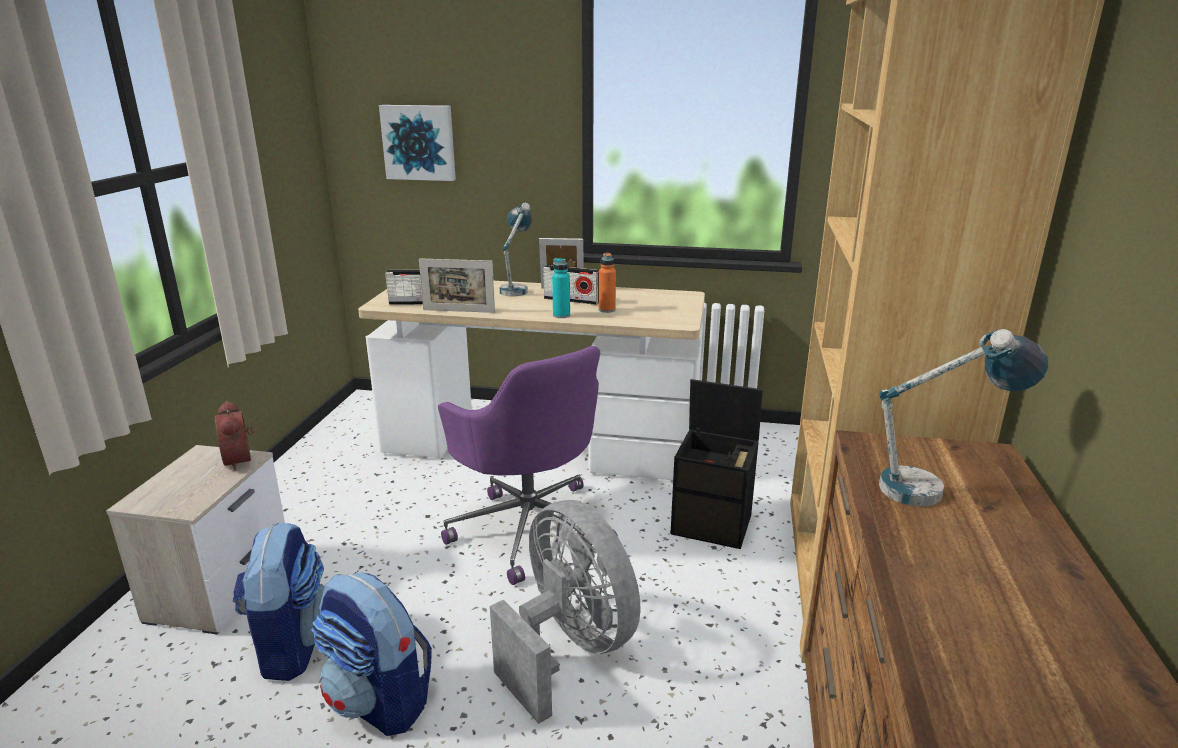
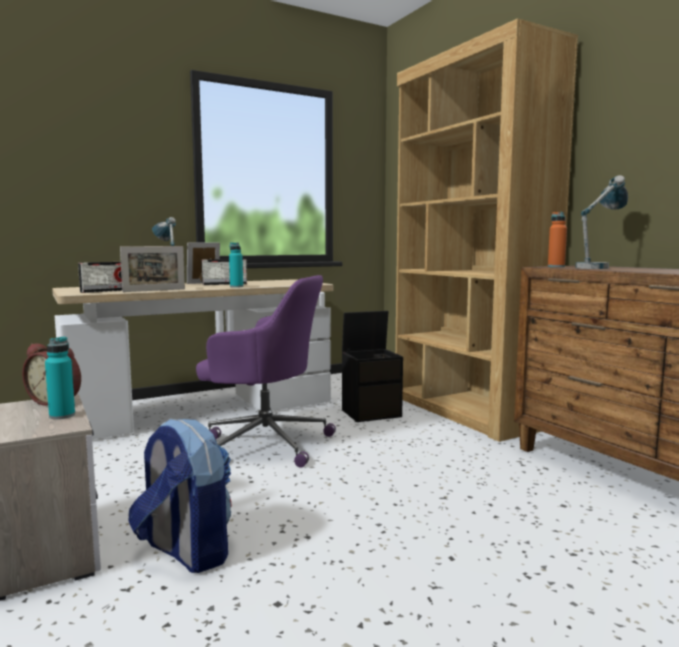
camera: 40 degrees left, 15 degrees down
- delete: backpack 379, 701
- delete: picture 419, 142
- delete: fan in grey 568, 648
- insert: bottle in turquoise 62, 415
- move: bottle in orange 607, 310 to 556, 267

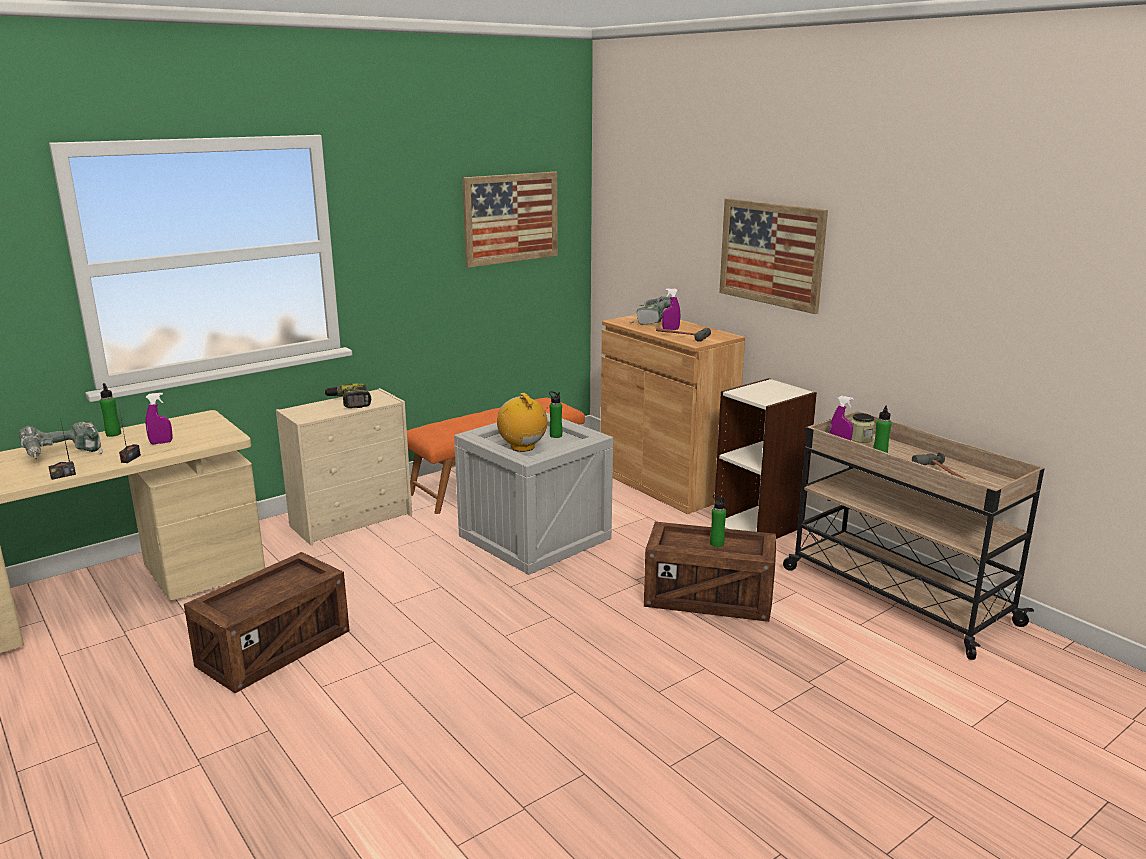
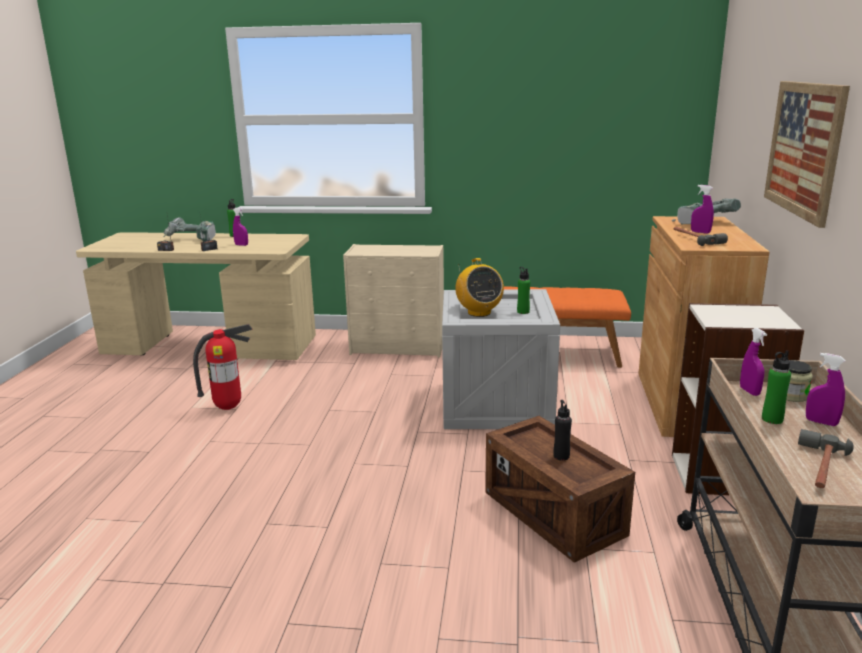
camera: 45 degrees right, 0 degrees up
- delete: power drill 349, 402
- delete: picture 511, 218
- insert: spray bottle in purple 821, 422
- replace: crate 274, 649 to fire extinguisher 228, 407
- recolor: bottle in green 716, 543 to bottle in black 561, 456
- rotate: radio 523, 447 = 479, 312 150 degrees clockwise

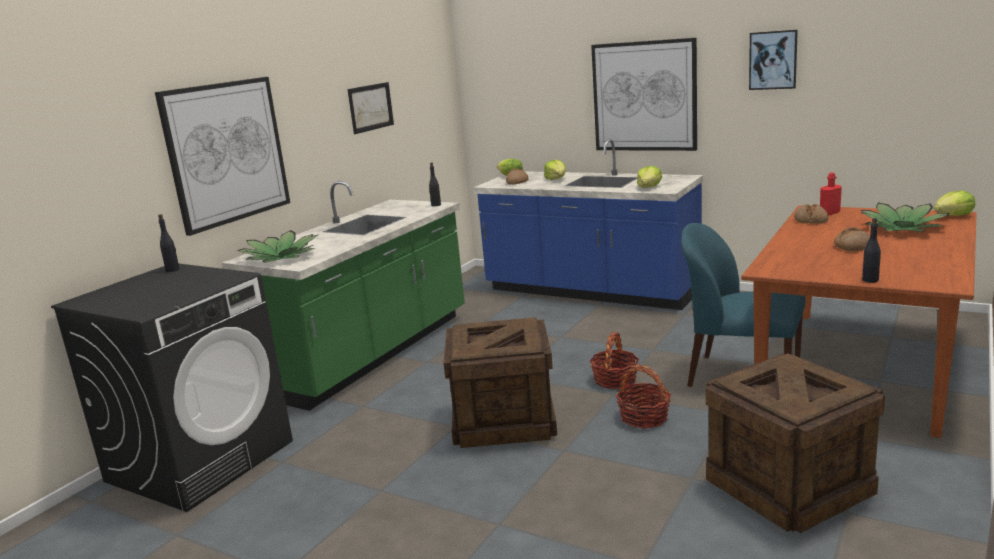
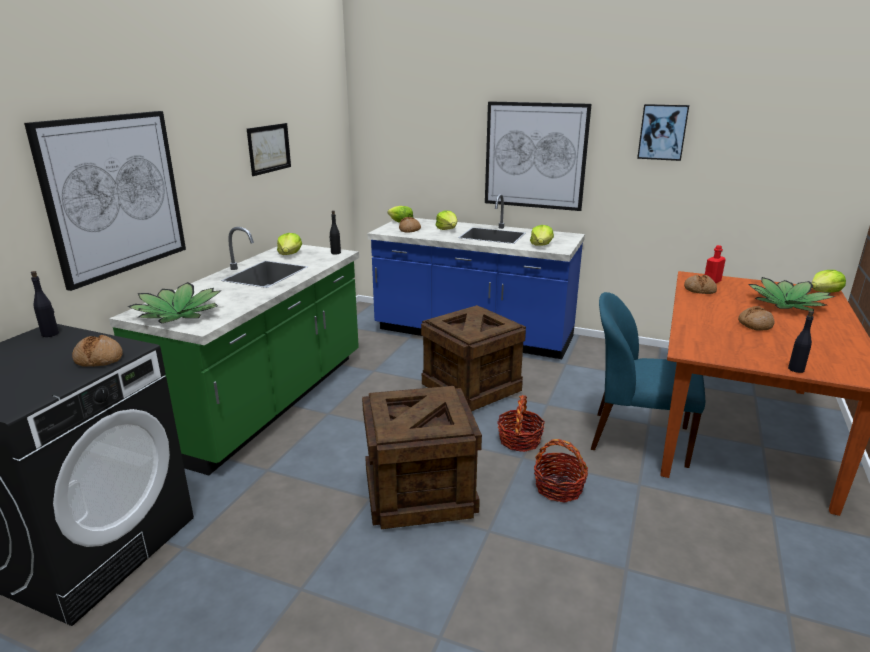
camera: 10 degrees left, 5 degrees up
- insert: bread 99, 359
- insert: lettuce 289, 254
- move: crate 787, 486 to 471, 387

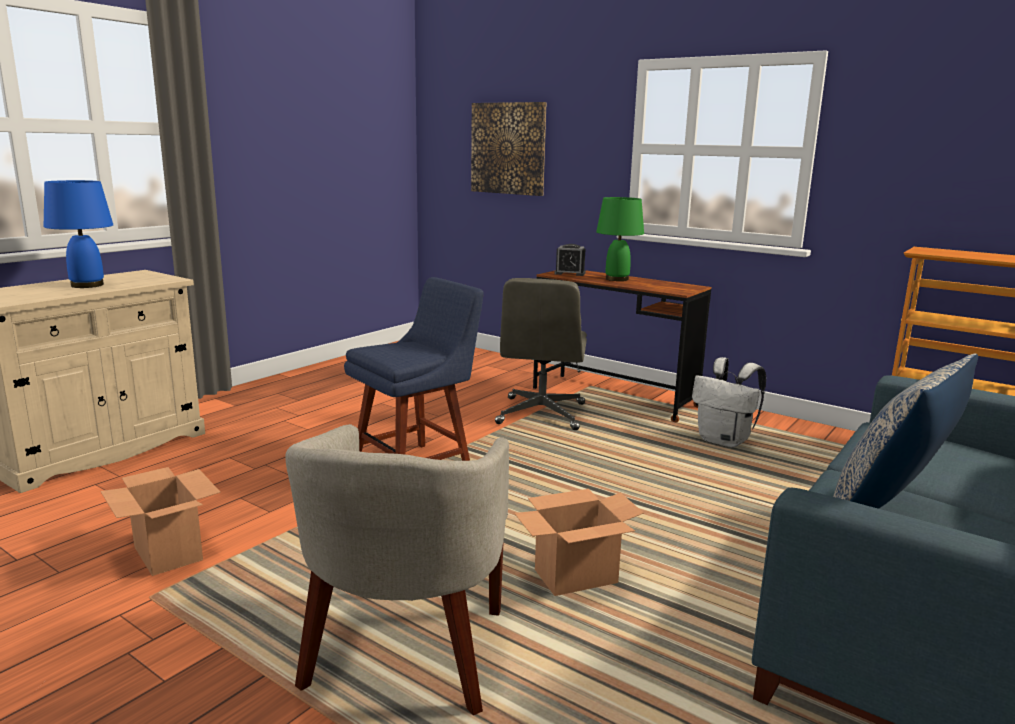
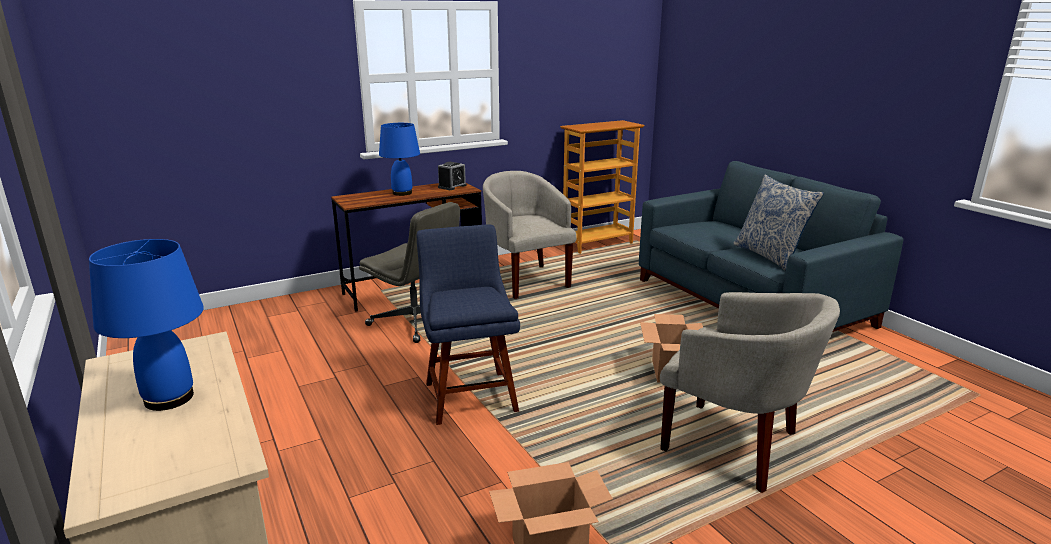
camera: 65 degrees left, 5 degrees up
- delete: picture 508, 148
- move: alarm clock 570, 273 to 452, 186
- replace: backpack in white 725, 441 to armchair in beige 525, 281
- recolor: table lamp in green 616, 279 to table lamp in blue 402, 193

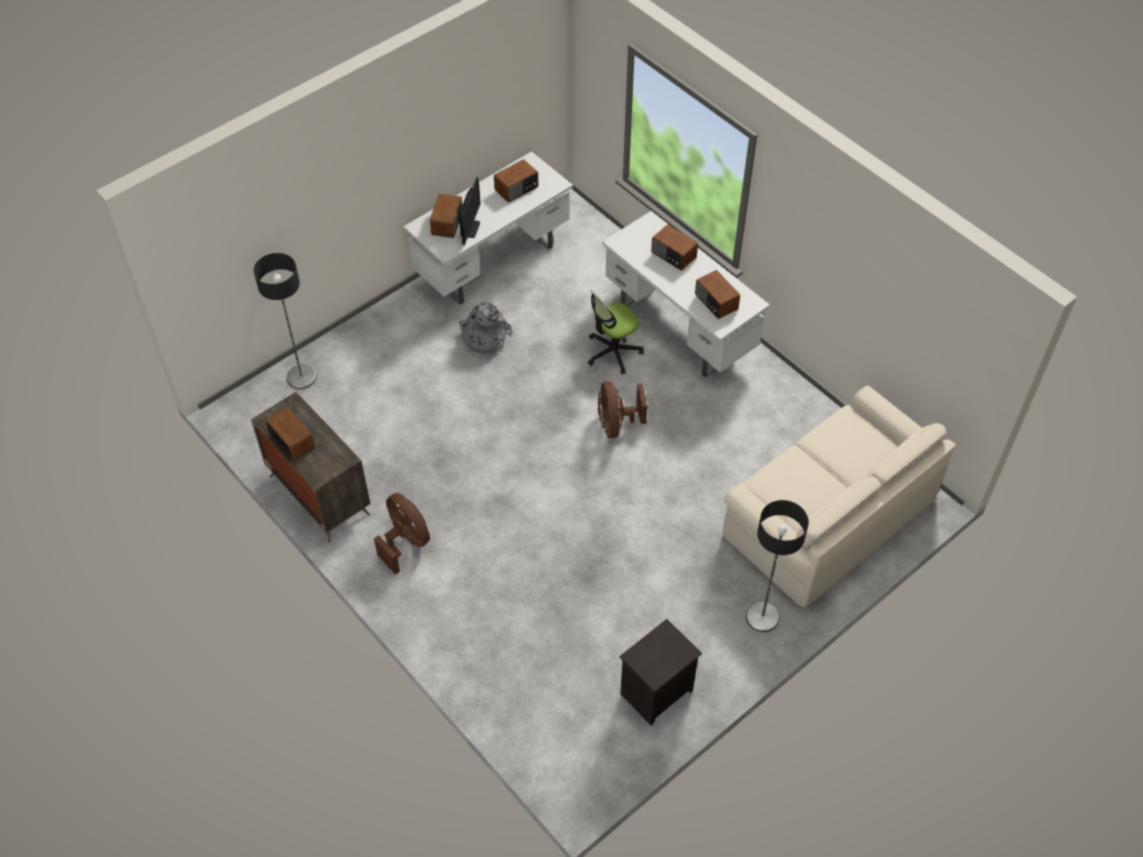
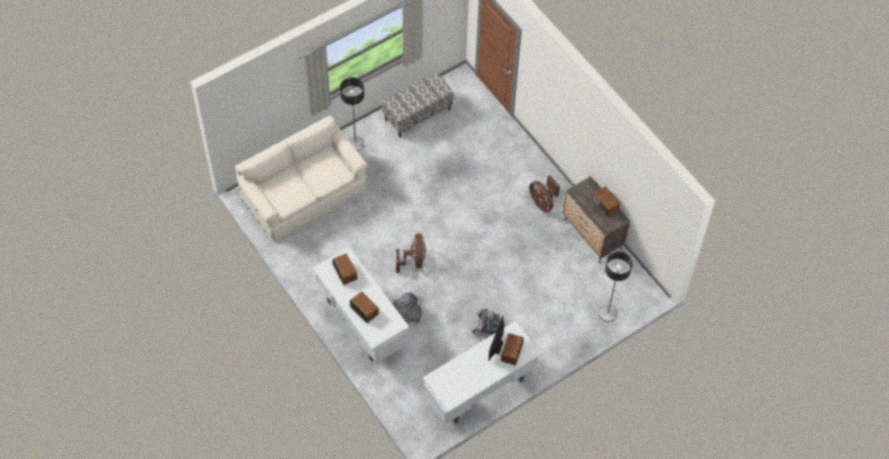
camera: 175 degrees left, 5 degrees up
- delete: radio 517, 189
- replace: office chair 613, 352 to backpack in grey 408, 310
- replace: nightstand in black 656, 694 to bench 417, 114

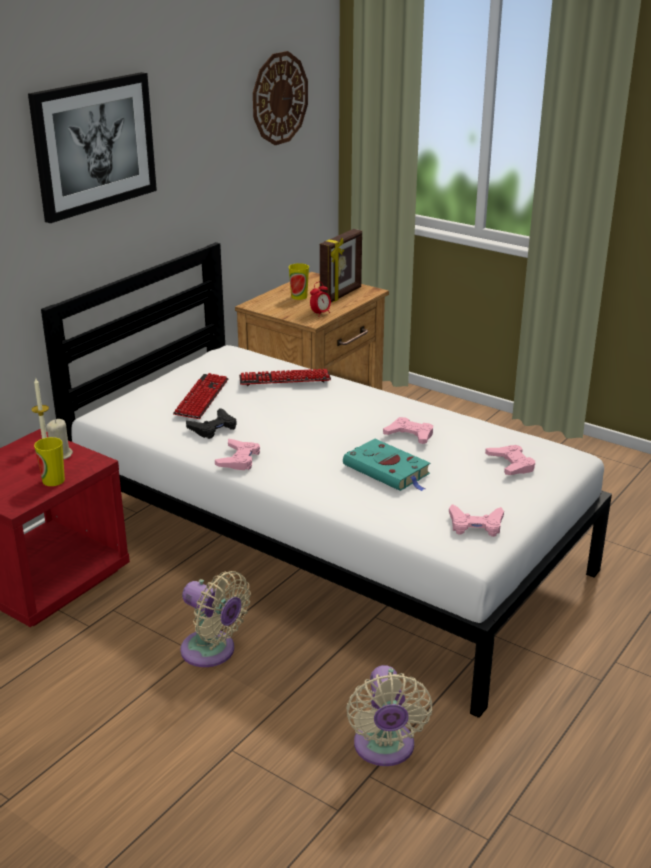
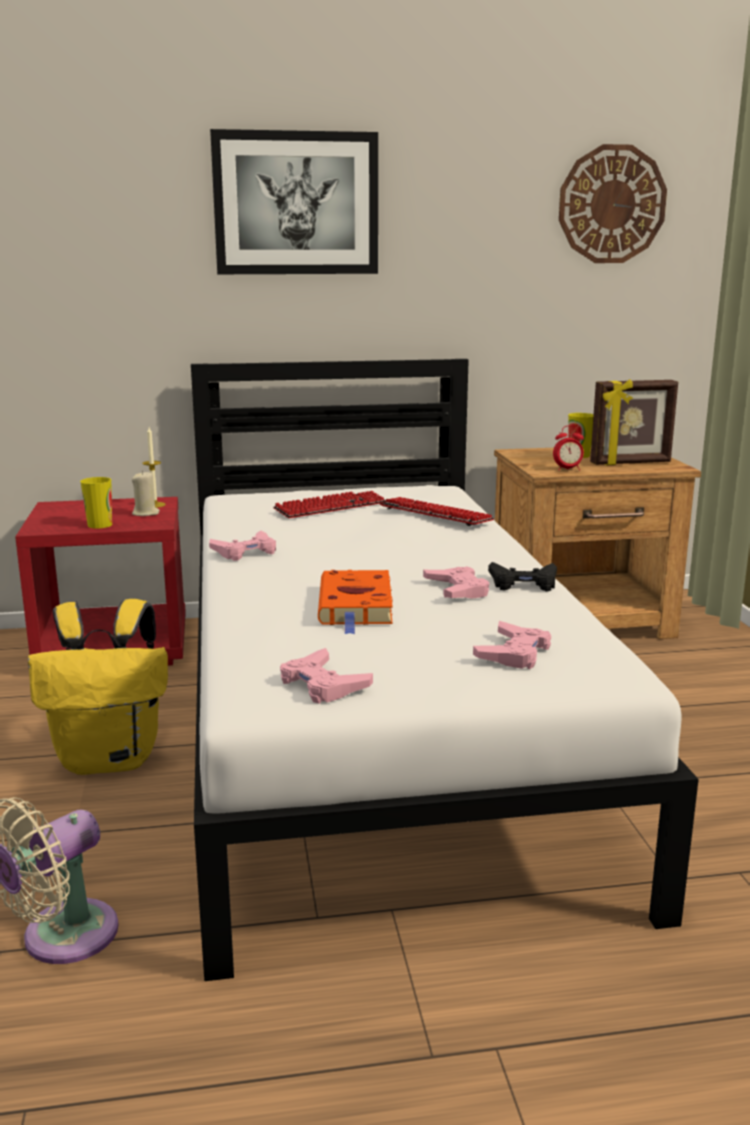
camera: 45 degrees right, 10 degrees down
- move: game controller in black 213, 428 to 523, 583
- replace: fan in beige 212, 652 to backpack in yellow 111, 759
- recolor: book in turquoise 388, 470 to book in orange 356, 606

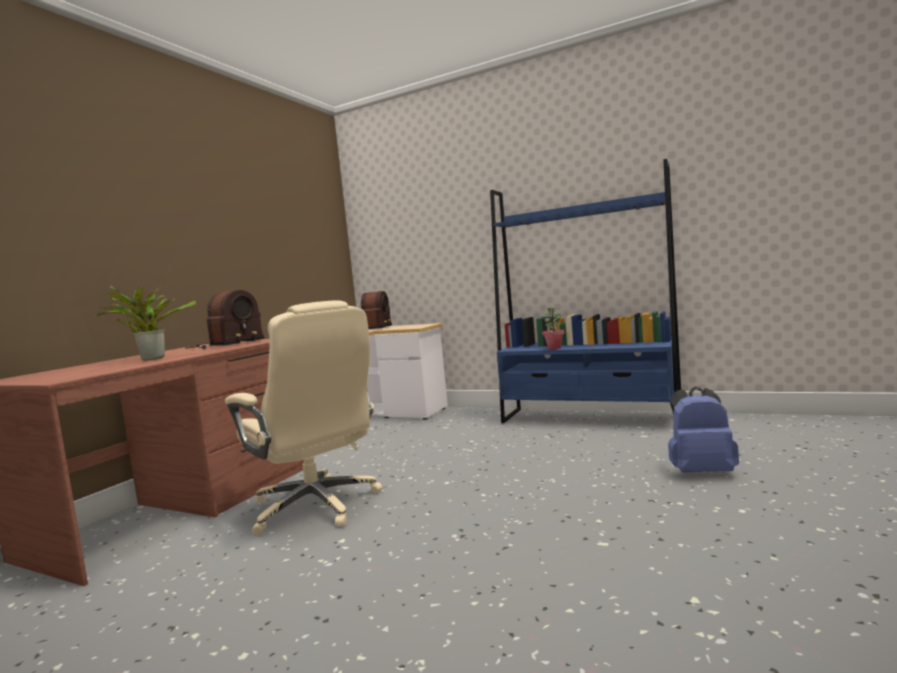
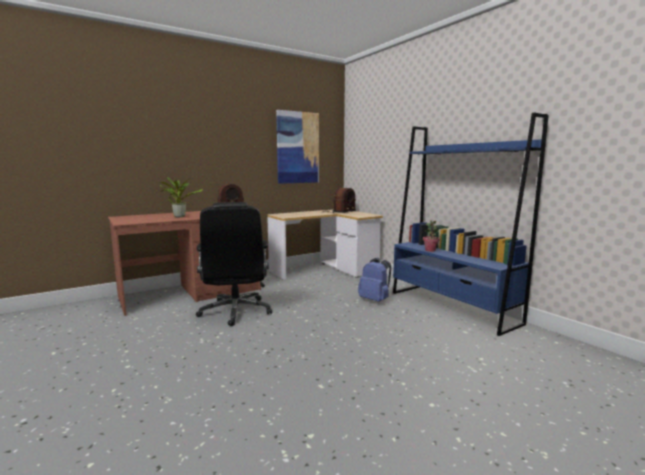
camera: 30 degrees right, 5 degrees up
- insert: picture 297, 147
- move: backpack in blue 701, 472 to 375, 300
- recolor: office chair in beige 316, 507 to office chair in black 235, 311

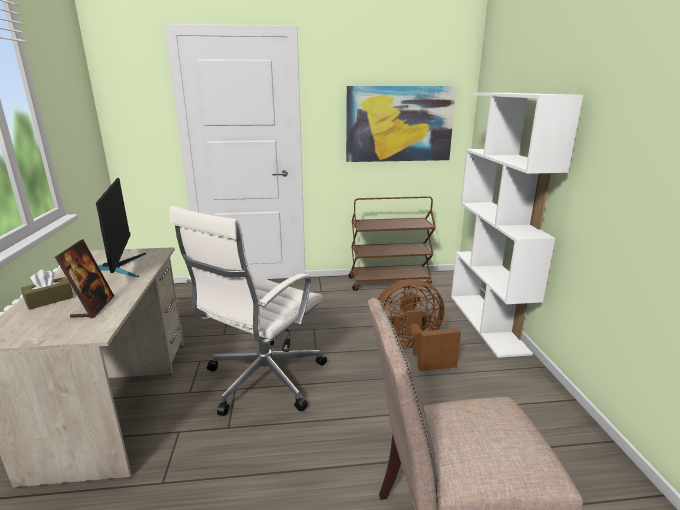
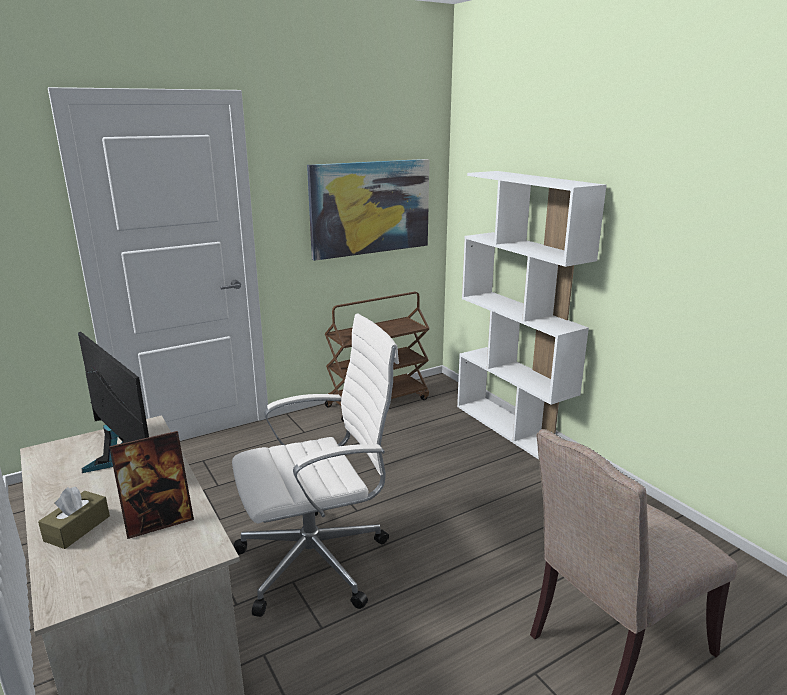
camera: 25 degrees left, 0 degrees up
- delete: fan in brown 412, 350
- rotate: picture frame 93, 307 = 159, 521 90 degrees clockwise
- rotate: office chair in white 262, 380 = 318, 561 120 degrees counterclockwise

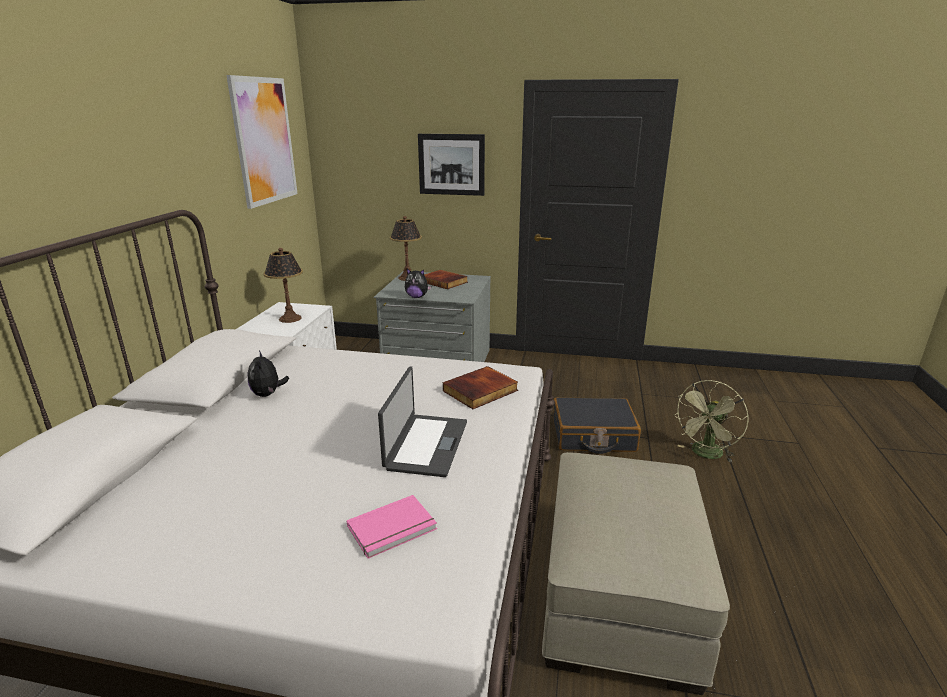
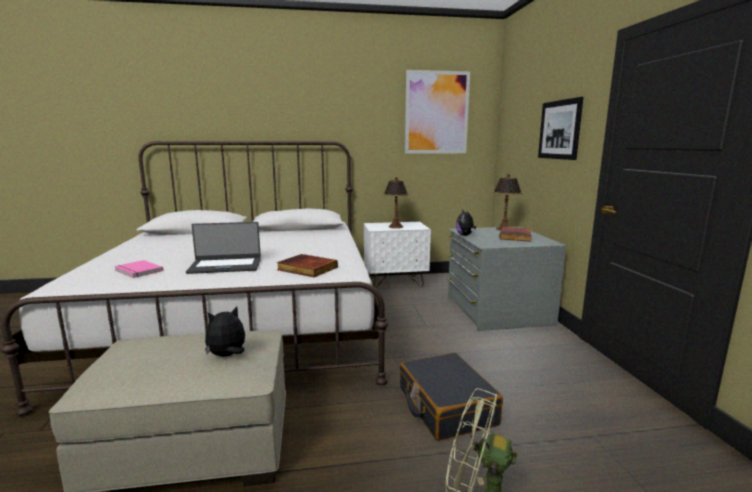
camera: 70 degrees right, 10 degrees down
- move: plush toy 268, 394 to 227, 355

